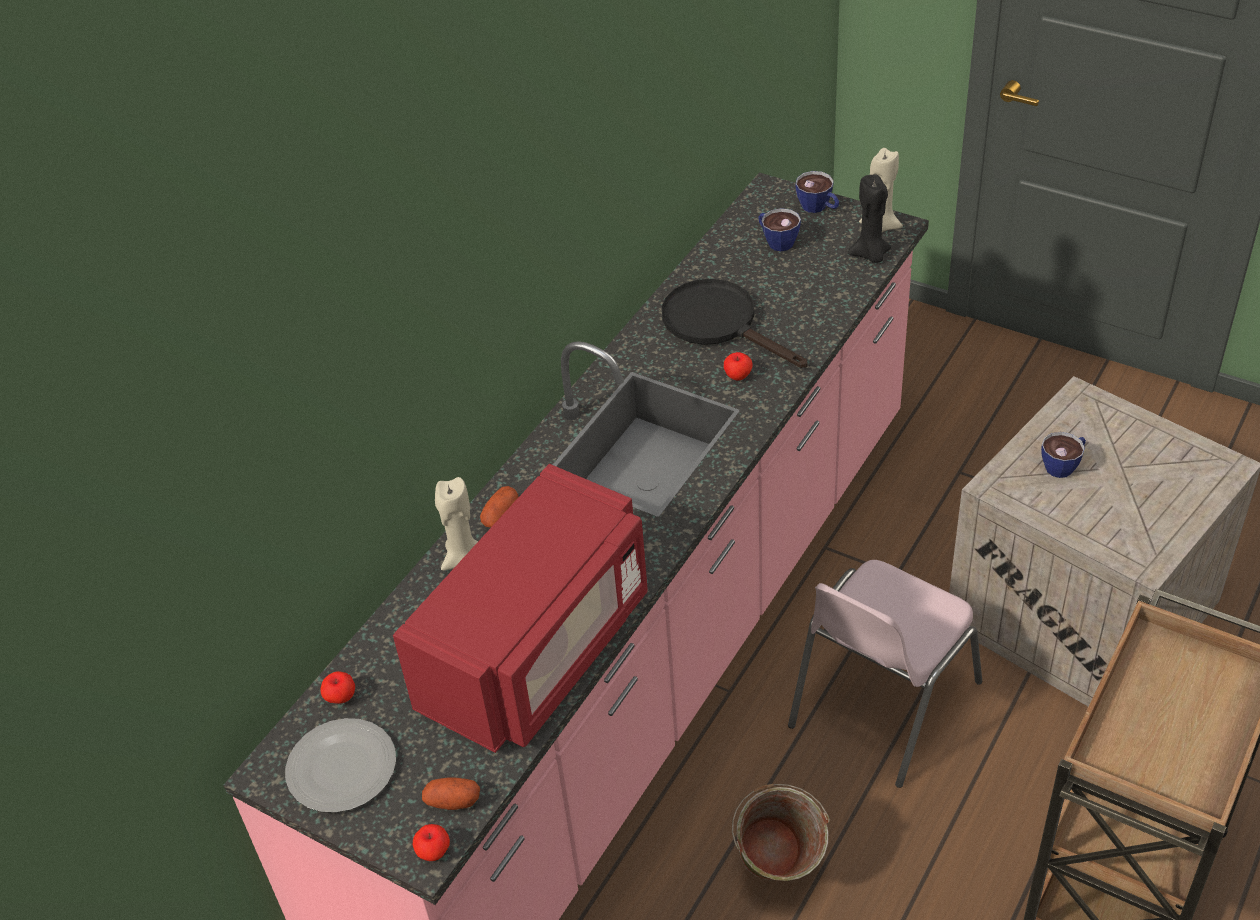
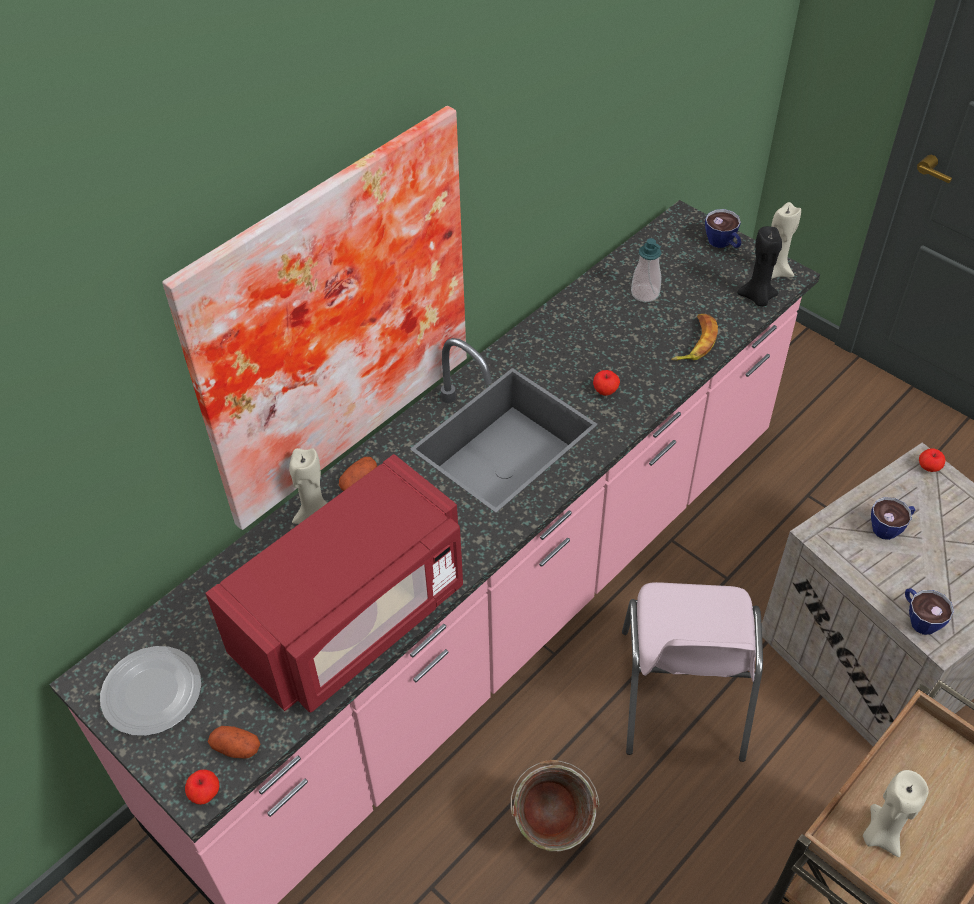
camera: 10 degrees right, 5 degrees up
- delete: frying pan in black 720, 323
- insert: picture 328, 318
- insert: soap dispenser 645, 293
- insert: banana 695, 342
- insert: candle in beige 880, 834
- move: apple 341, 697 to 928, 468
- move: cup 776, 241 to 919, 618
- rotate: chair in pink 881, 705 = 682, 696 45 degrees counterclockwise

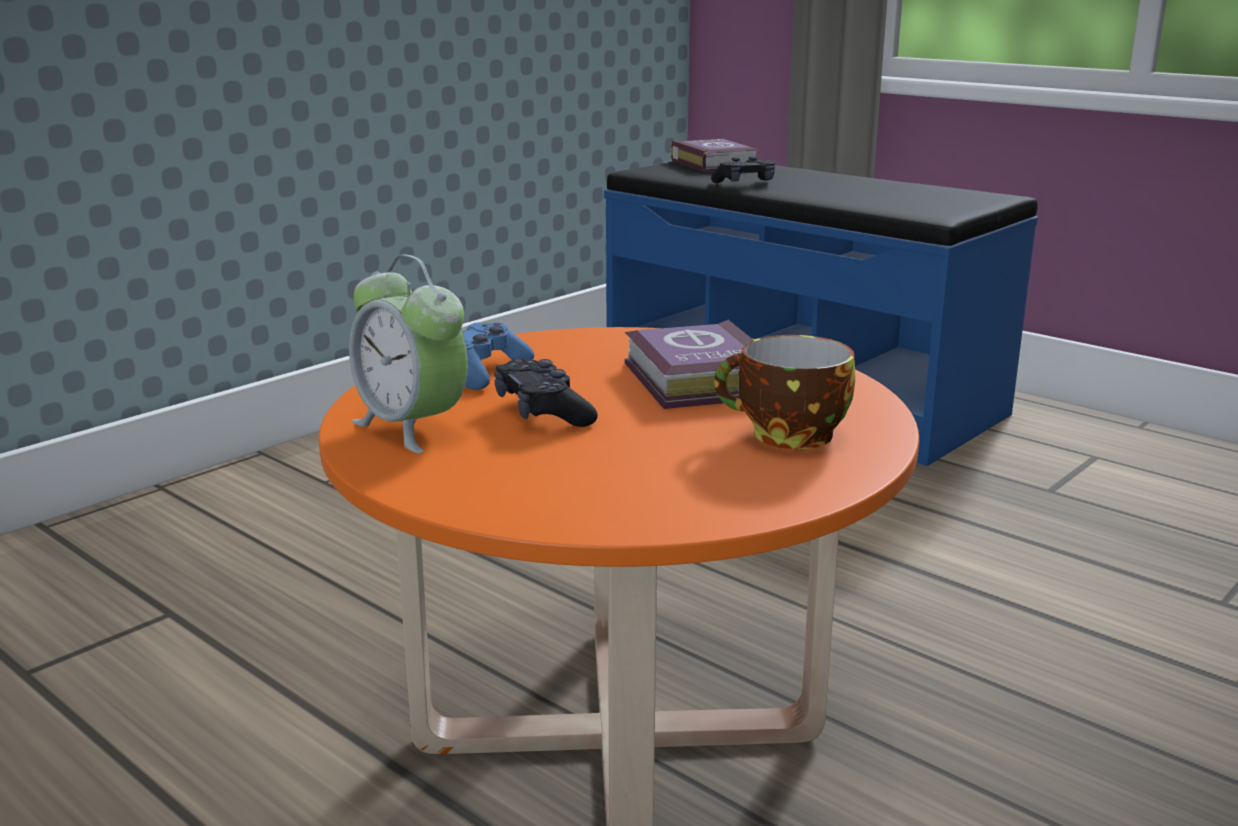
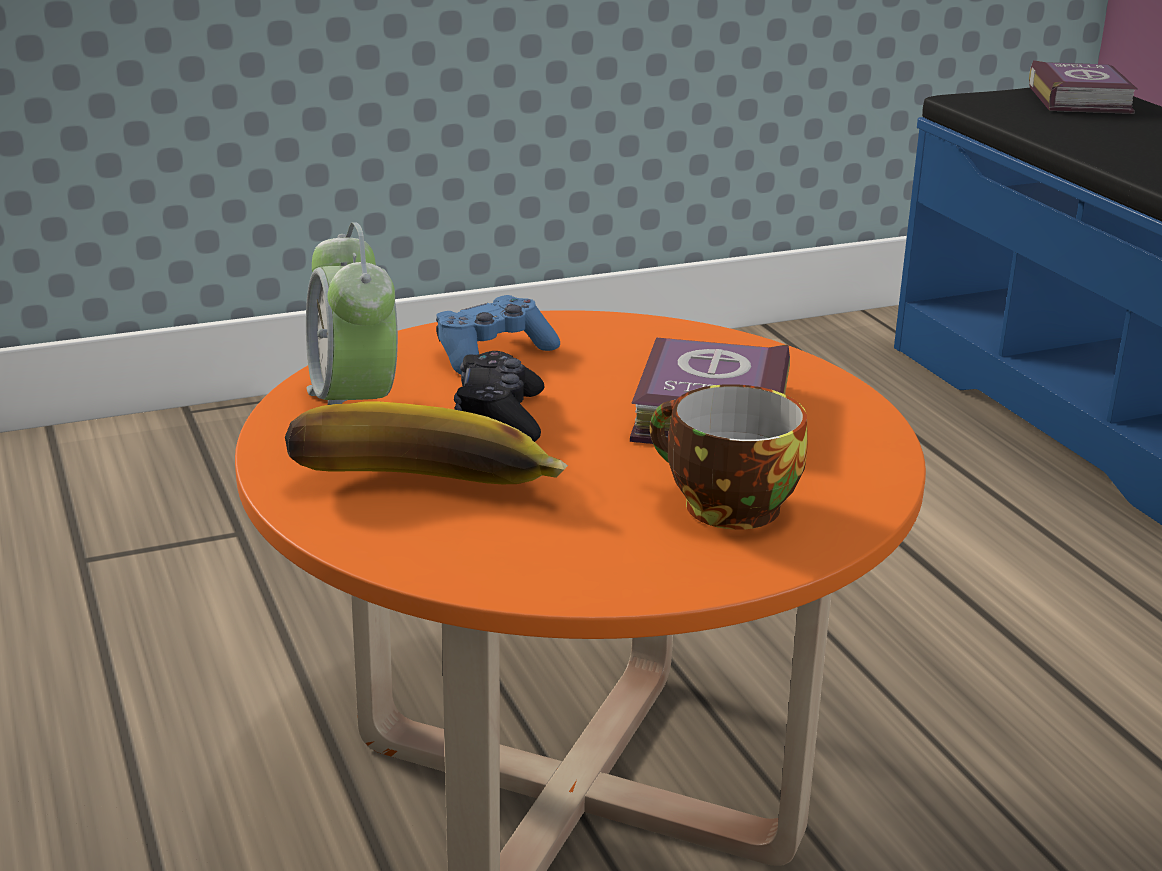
camera: 25 degrees right, 5 degrees up
- delete: game controller in black 745, 183
- insert: banana 422, 495

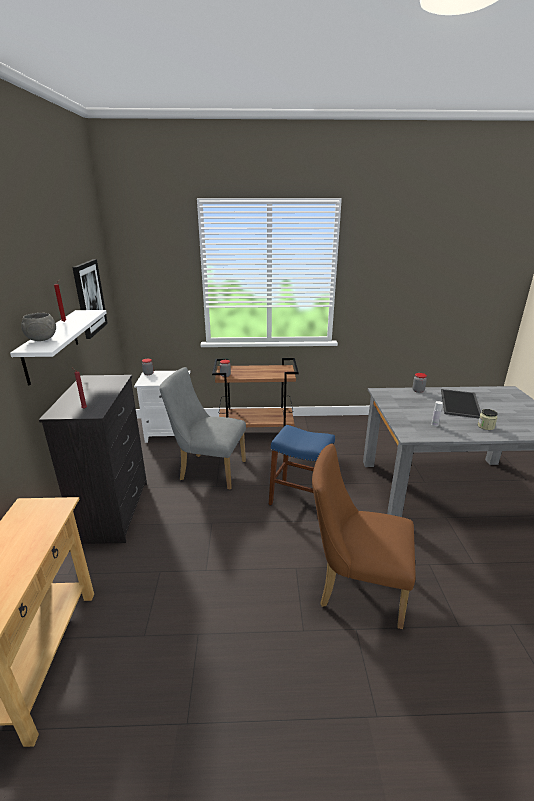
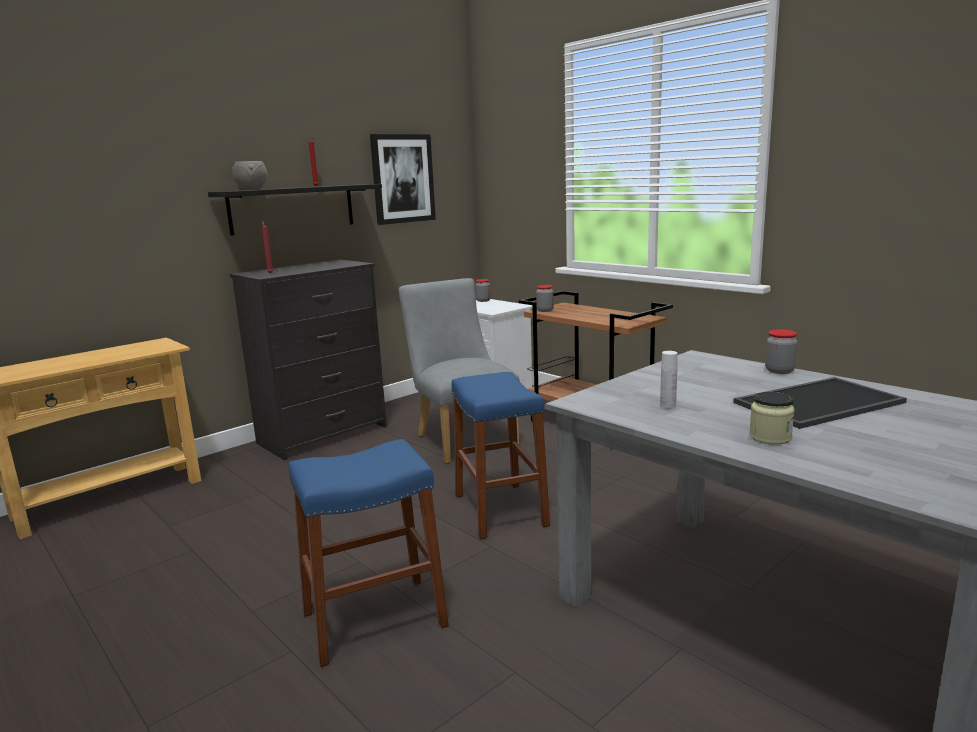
camera: 50 degrees right, 10 degrees down
- replace: chair in brown 355, 587 to stool in blue 374, 619
- recolor: shelf in white 51, 345 to shelf in black 292, 208

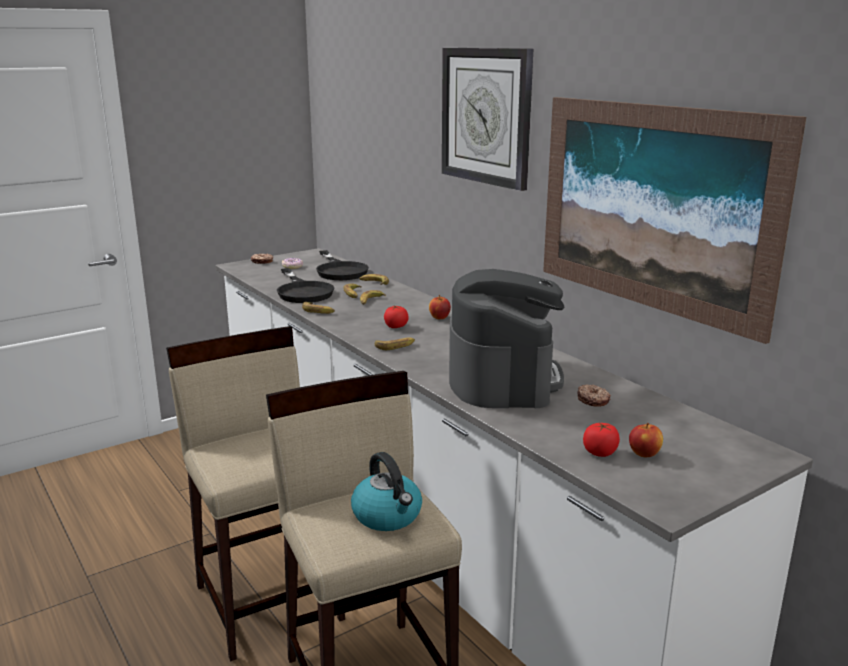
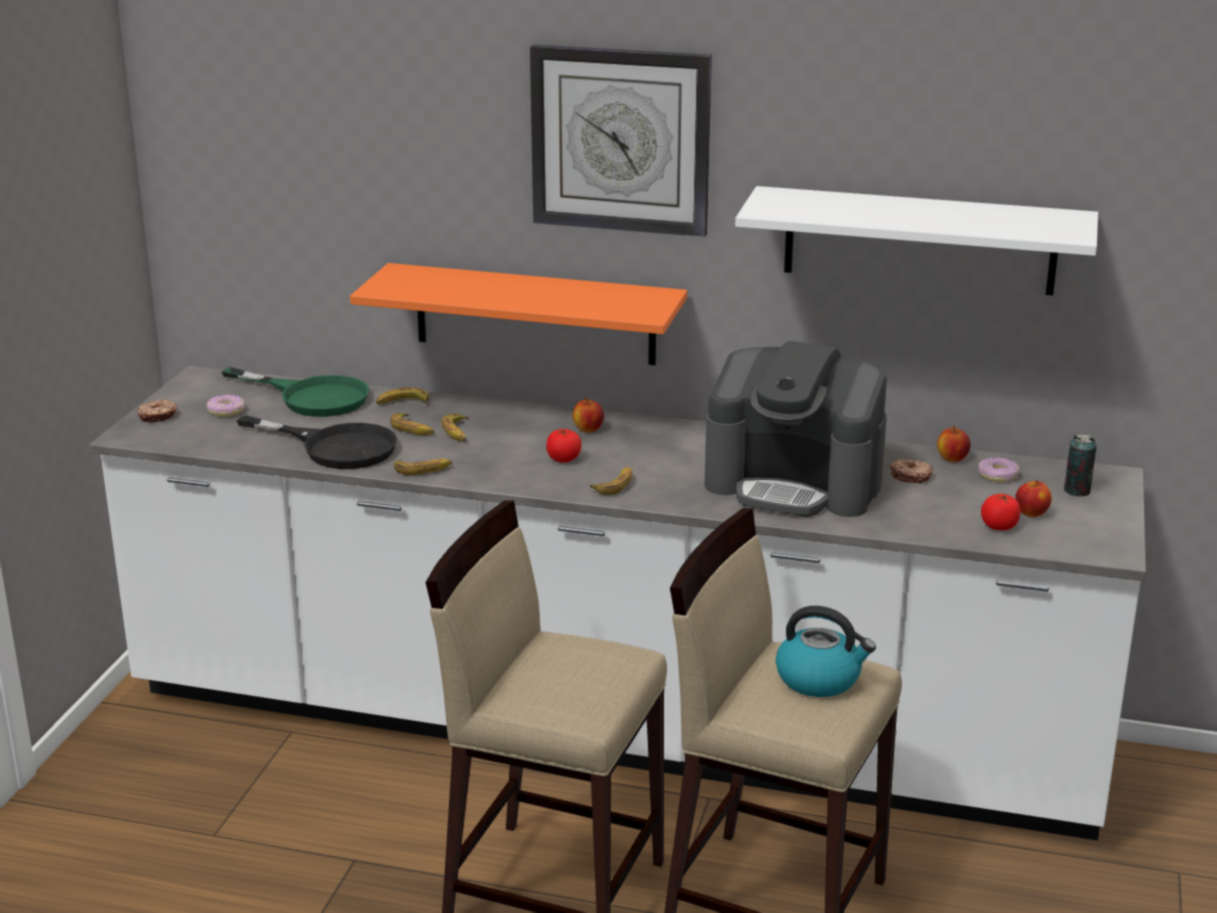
camera: 40 degrees left, 5 degrees up
- insert: shelf in orange 535, 314
- insert: apple 952, 459
- insert: donut 998, 476
- insert: can 1077, 491
- replace: picture 652, 208 to shelf in white 919, 240
- recolor: frying pan in black 340, 270 to frying pan in green 312, 397
- rotate: coffee machine 503, 379 = 795, 483 150 degrees clockwise

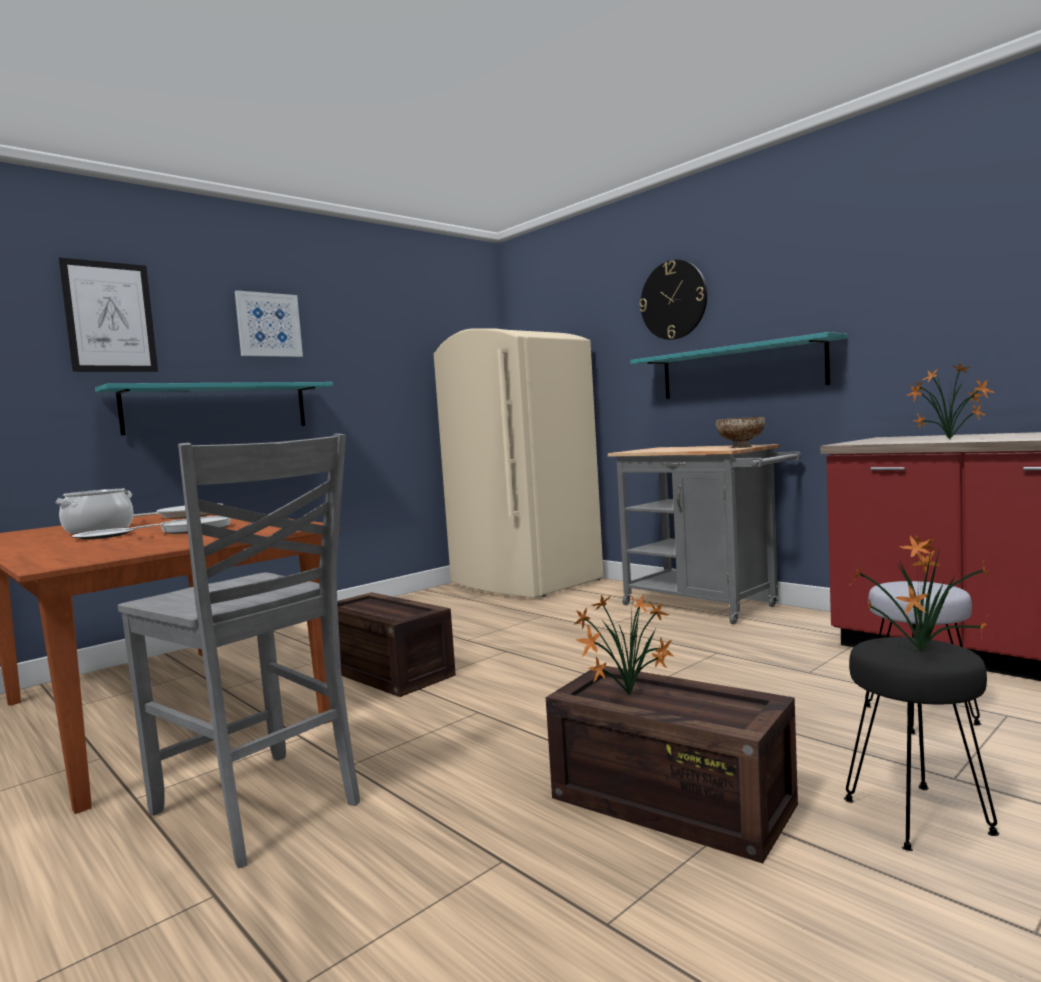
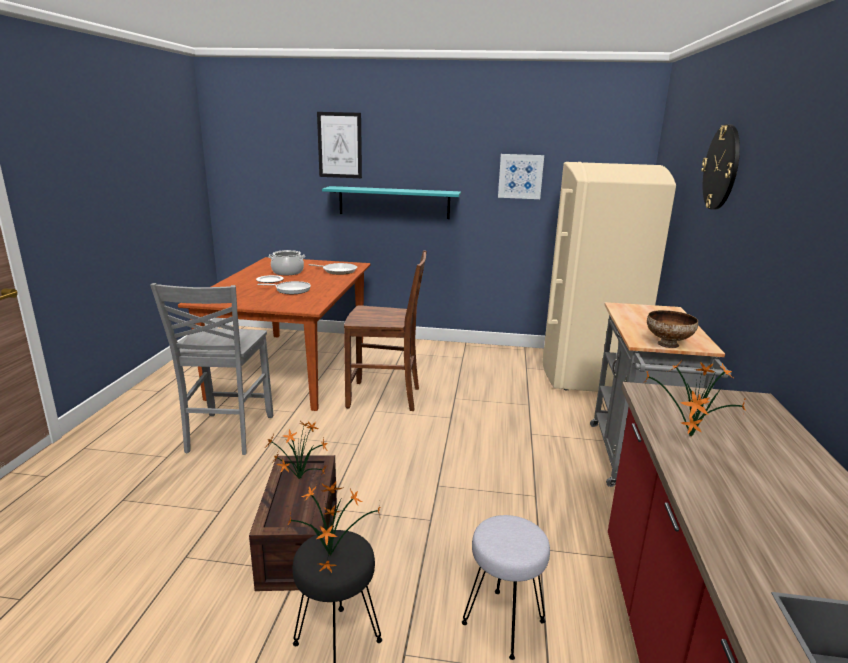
camera: 50 degrees right, 15 degrees up
- delete: shelf in turquoise 740, 370
- move: picture 268, 325 to 520, 176
- replace: crate 390, 671 to chair in brown 385, 397

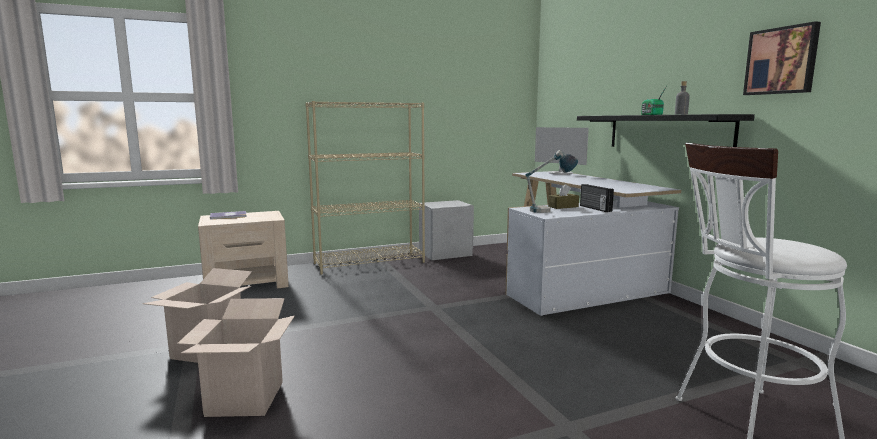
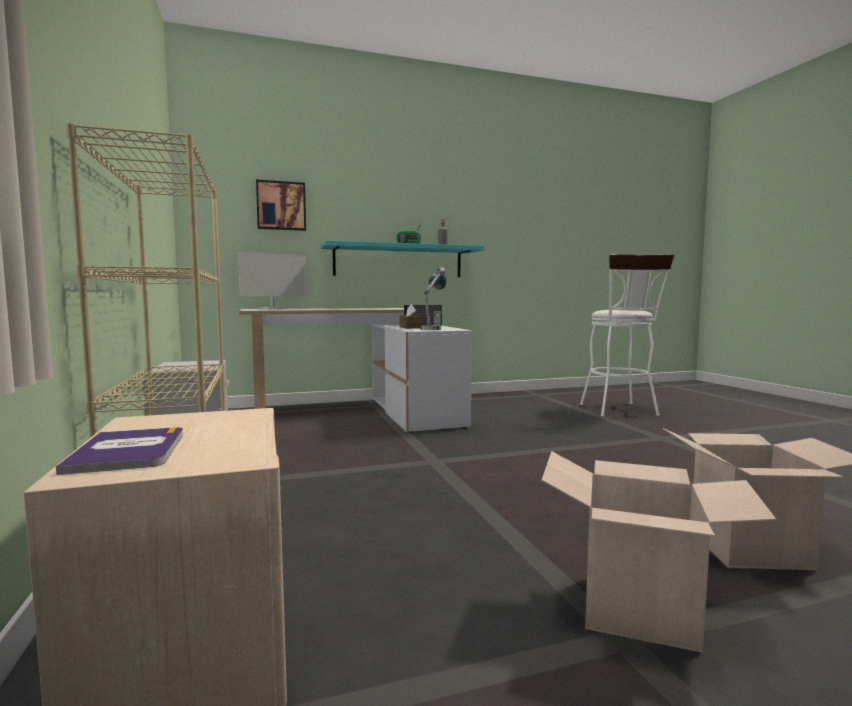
camera: 85 degrees left, 5 degrees down
- move: picture 781, 61 to 281, 206
- recolor: shelf in black 667, 132 to shelf in turquoise 398, 261

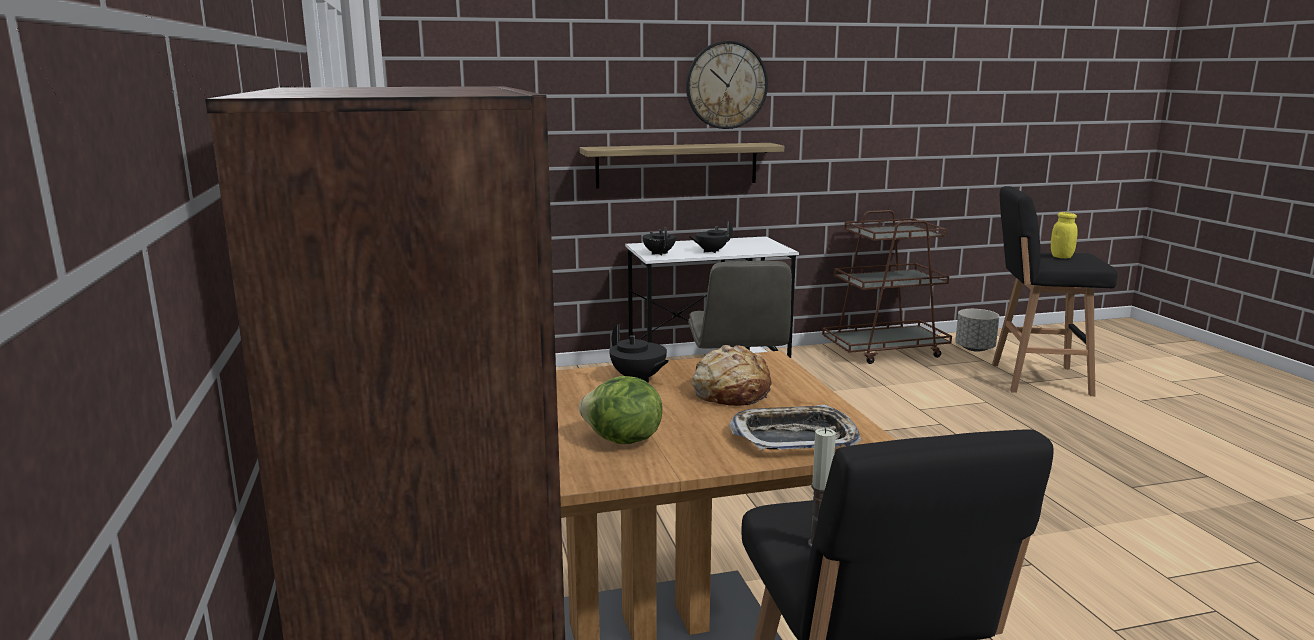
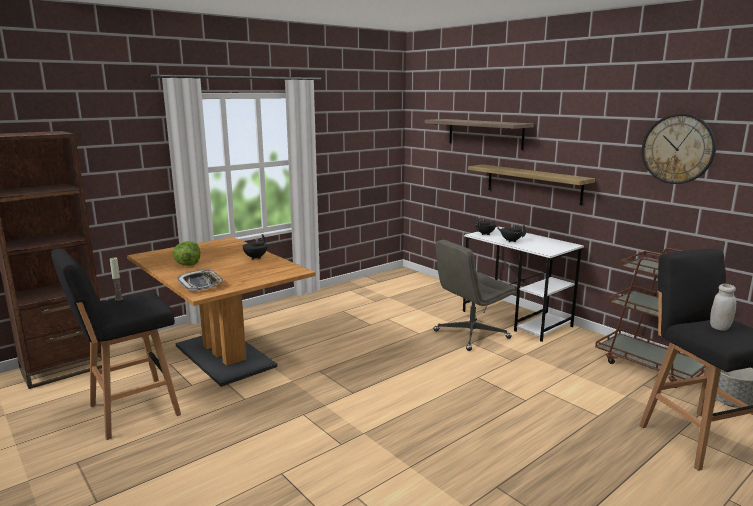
camera: 65 degrees right, 0 degrees up
- delete: bread 731, 391
- insert: shelf 485, 133
- move: wall clock 726, 85 to 678, 149
- recolor: jar in yellow 1061, 257 to jar in white 720, 327

